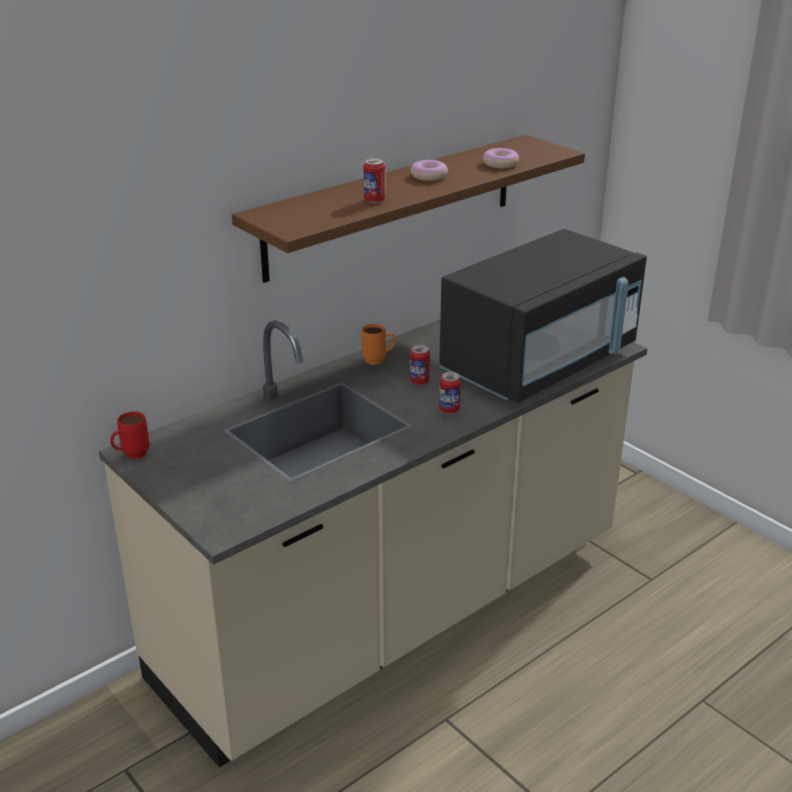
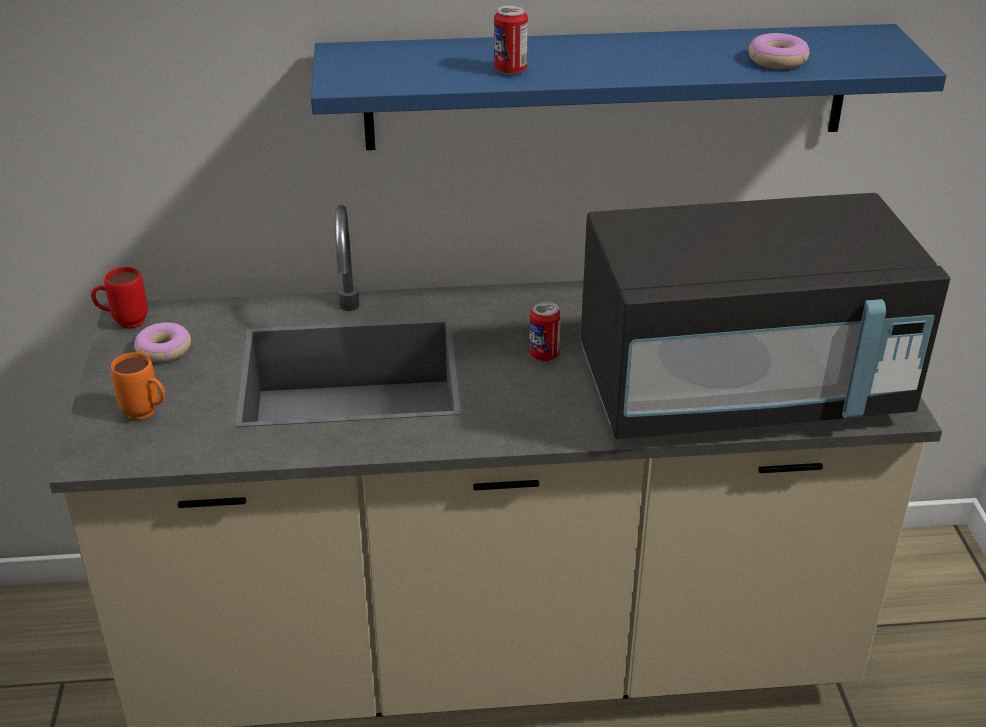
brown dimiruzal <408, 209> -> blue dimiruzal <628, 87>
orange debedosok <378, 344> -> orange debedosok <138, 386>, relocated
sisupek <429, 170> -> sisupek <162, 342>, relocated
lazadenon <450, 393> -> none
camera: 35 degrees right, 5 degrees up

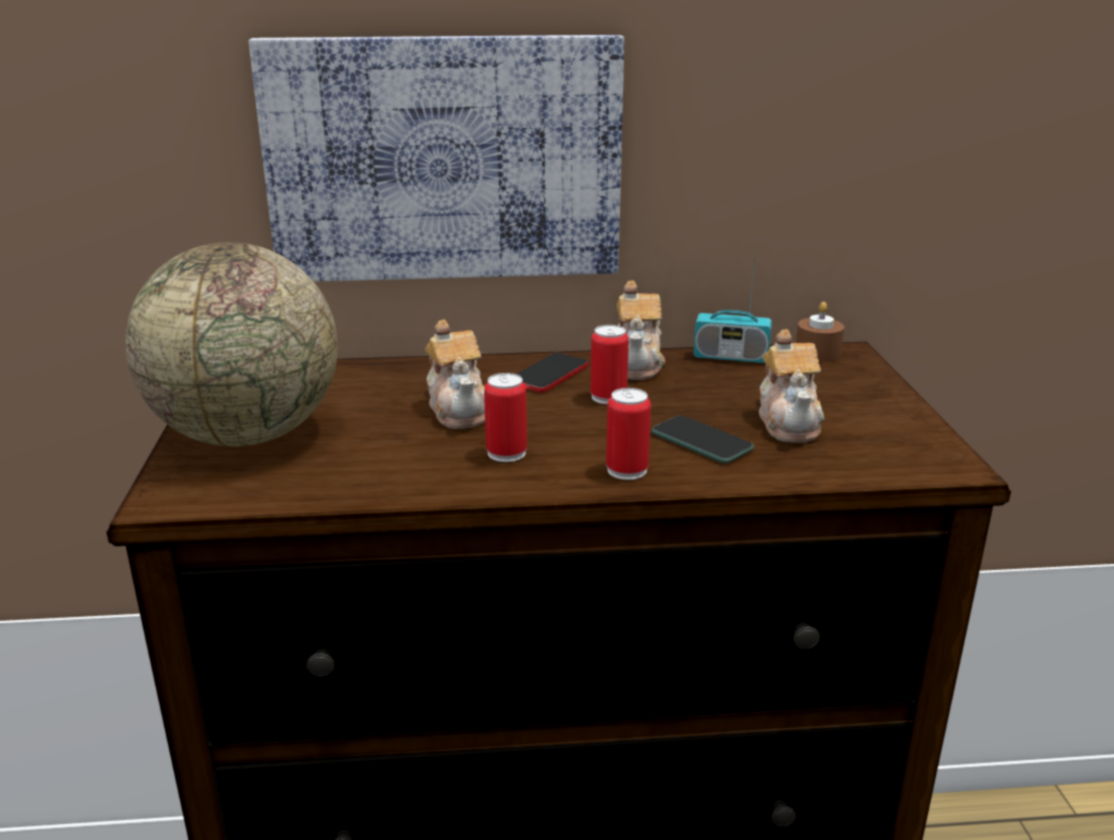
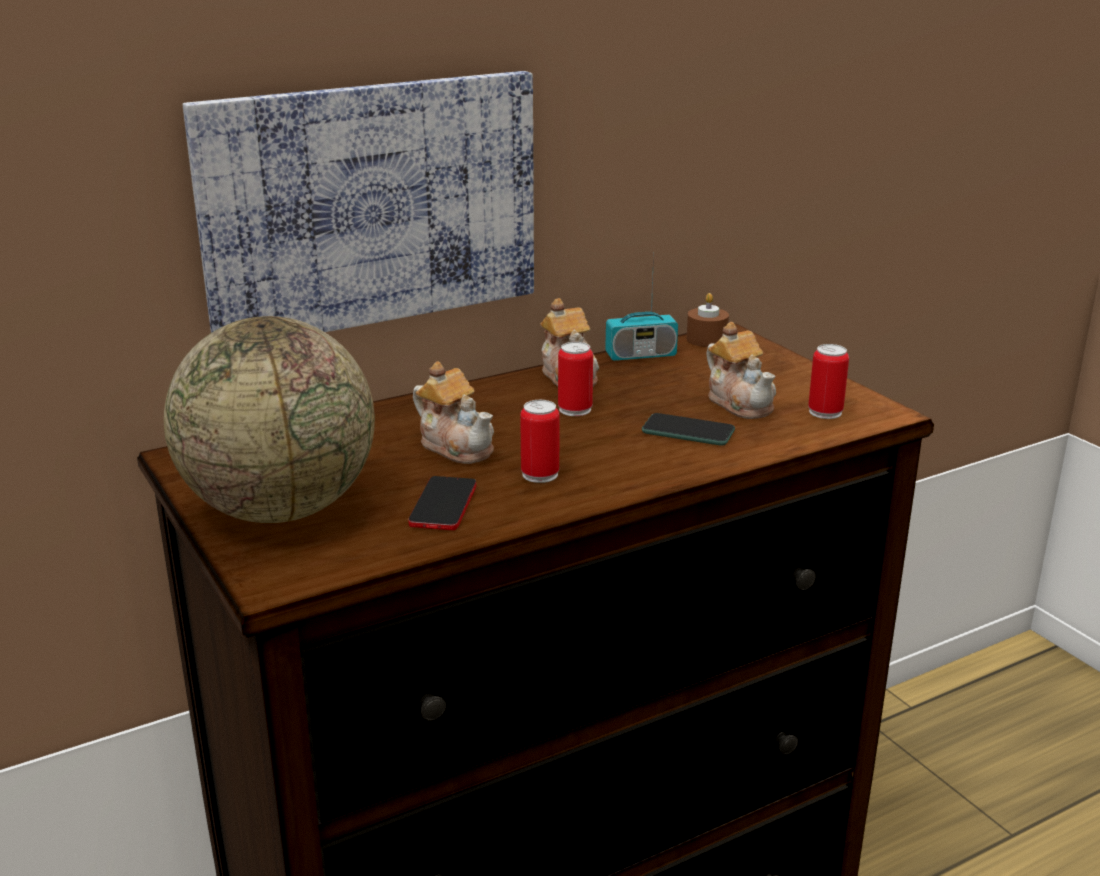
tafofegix <552, 373> -> tafofegix <442, 503>, relocated
lazadenon <628, 434> -> lazadenon <828, 381>, relocated
camera: 25 degrees left, 0 degrees up

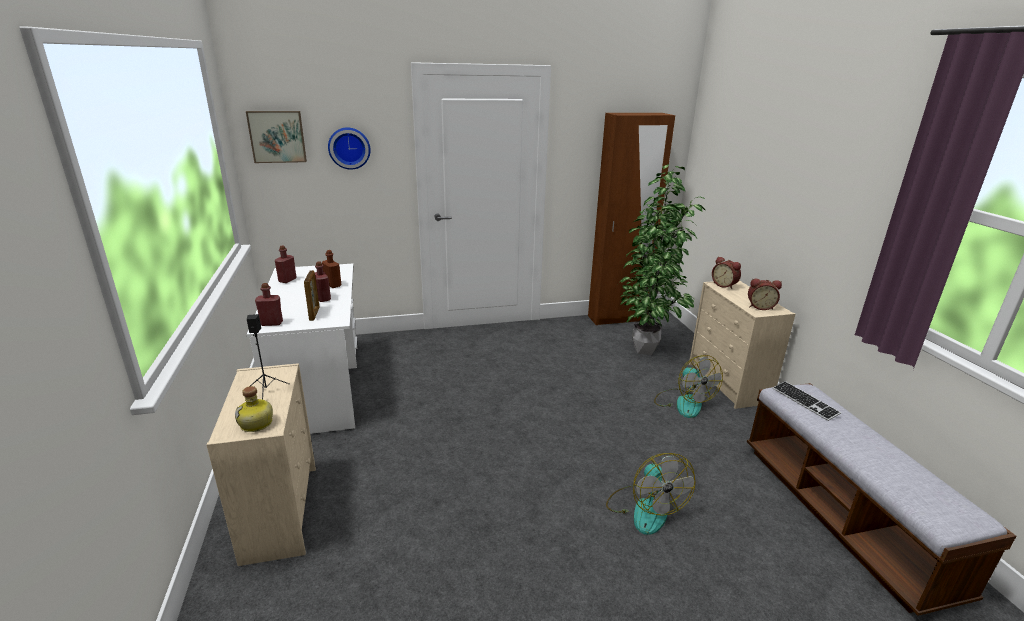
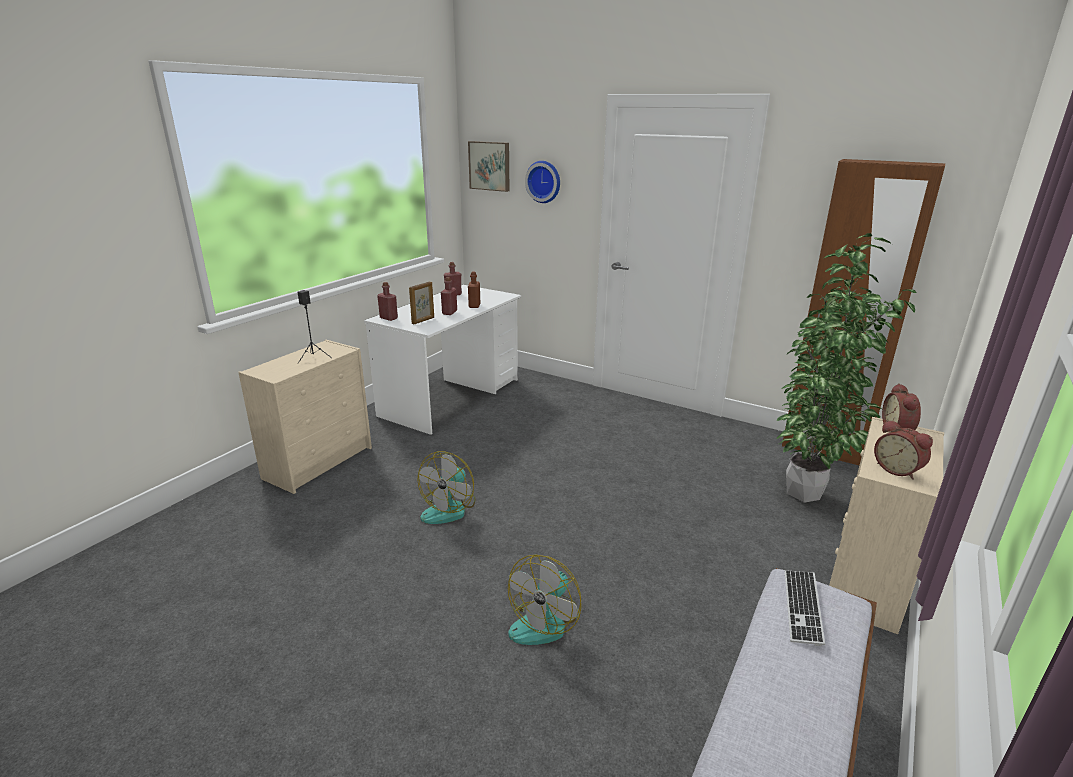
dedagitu <254, 409> -> none
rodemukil <688, 386> -> rodemukil <446, 487>, relocated
camera: 45 degrees right, 0 degrees up

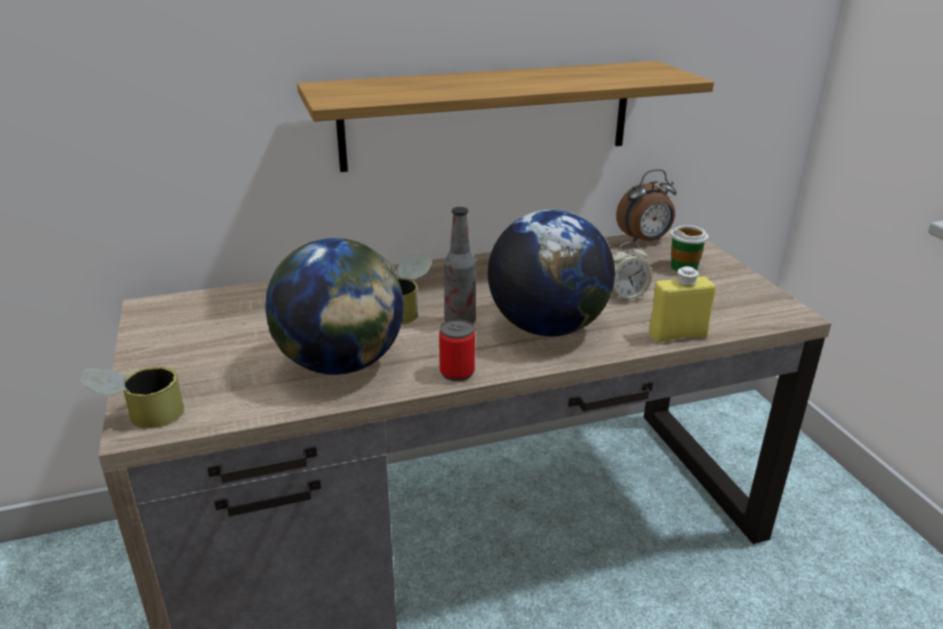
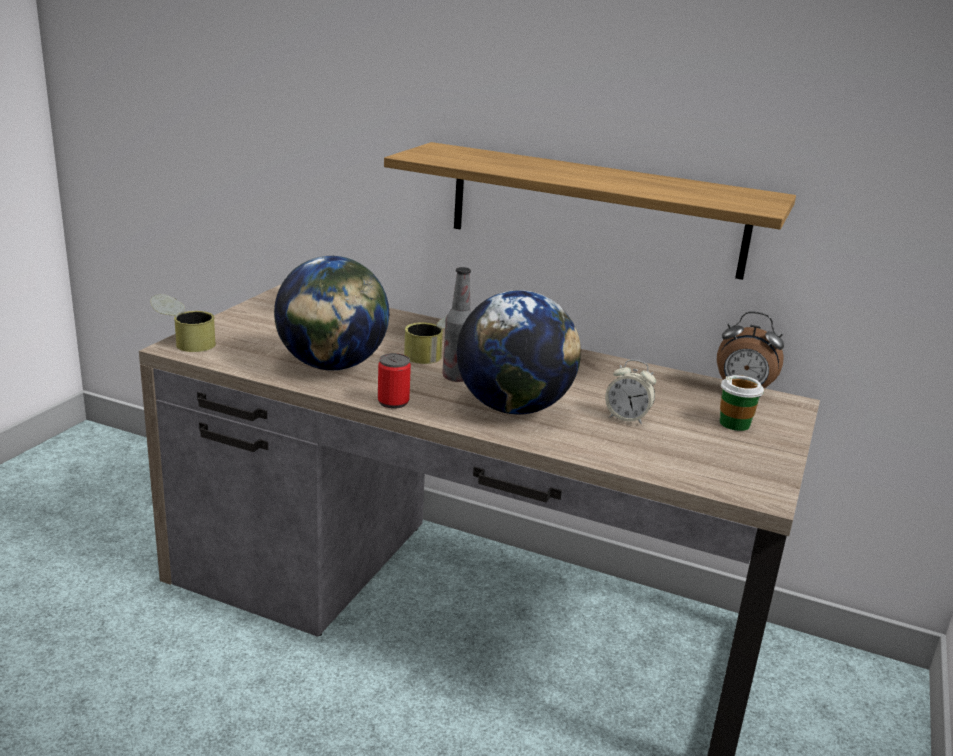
yellow dedagitu <682, 304> -> none
camera: 40 degrees right, 5 degrees down

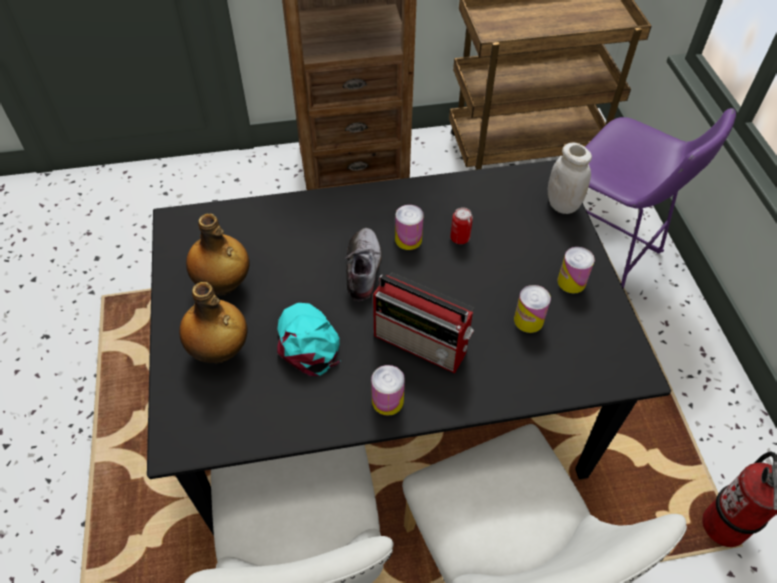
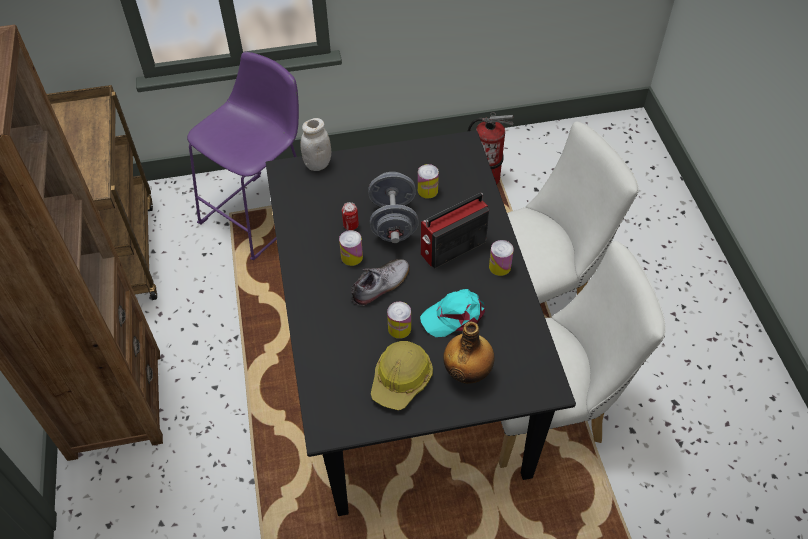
dedagitu <218, 255> -> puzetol <402, 376>
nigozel <363, 264> -> nigozel <380, 282>, 135 degrees clockwise
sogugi <423, 323> -> sogugi <455, 230>, 150 degrees counterclockwise
lazadenon <576, 270> -> lazadenon <399, 320>, relocated
none -> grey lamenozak <393, 207>
camera: 90 degrees left, 0 degrees up

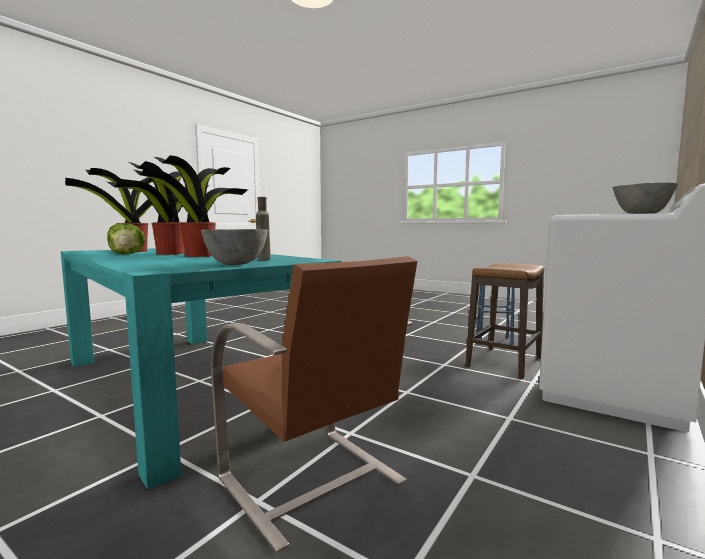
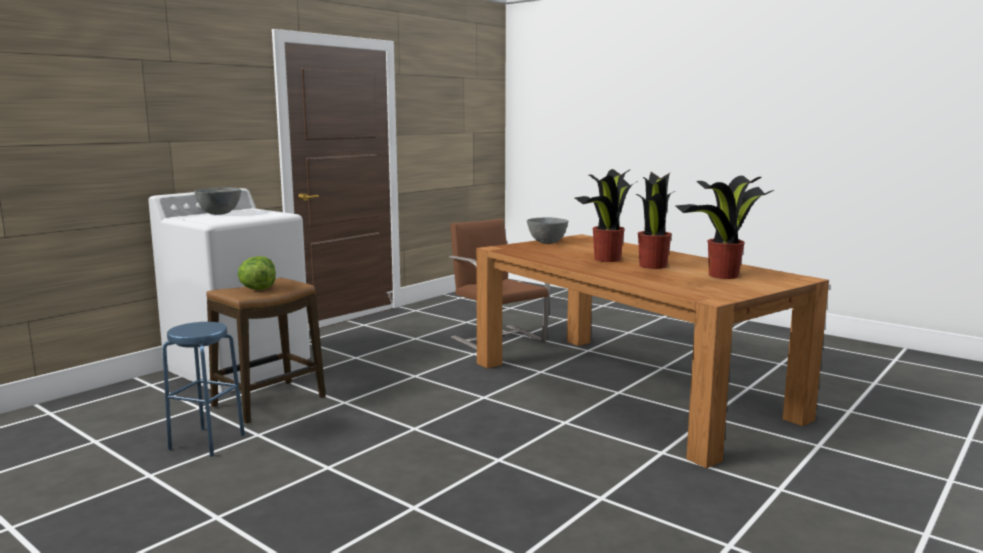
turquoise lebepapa <201, 368> -> brown lebepapa <652, 351>
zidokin <126, 238> -> zidokin <257, 273>, relocated
brown dedagitu <263, 229> -> none
camera: 175 degrees left, 5 degrees up

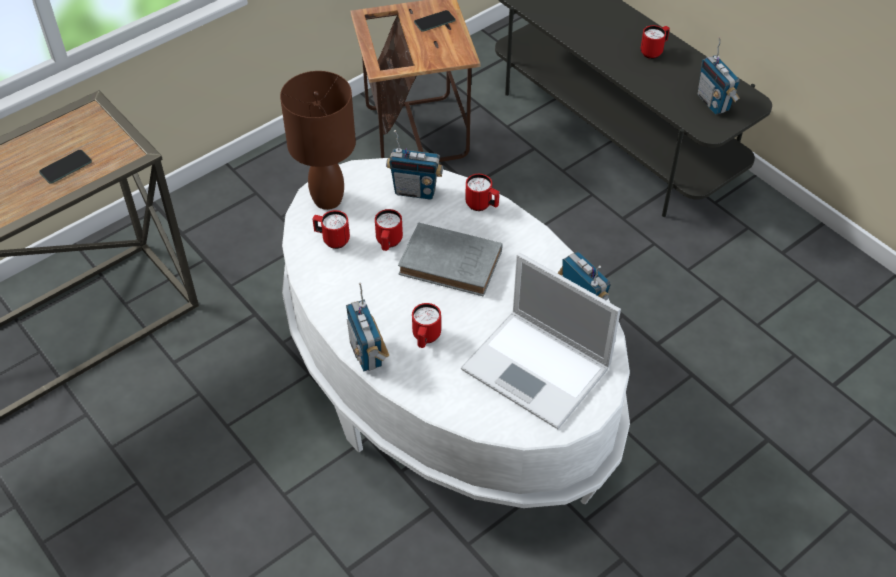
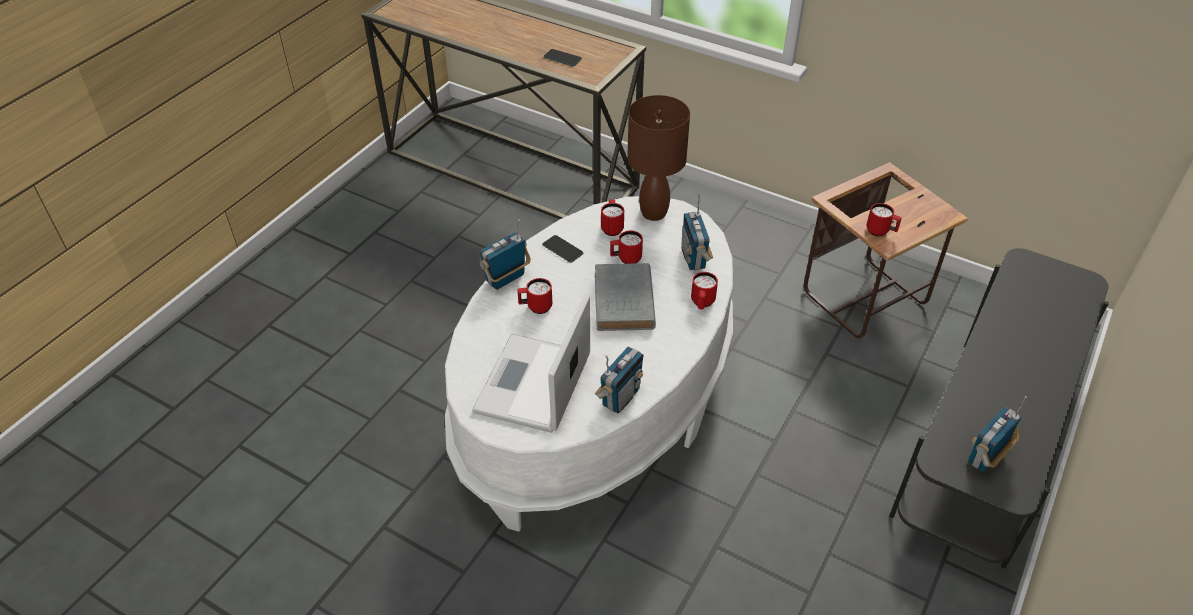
tafofegix <435, 21> -> tafofegix <563, 249>, relocated
red debedosok <655, 42> -> red debedosok <884, 219>, relocated
camera: 70 degrees right, 5 degrees down

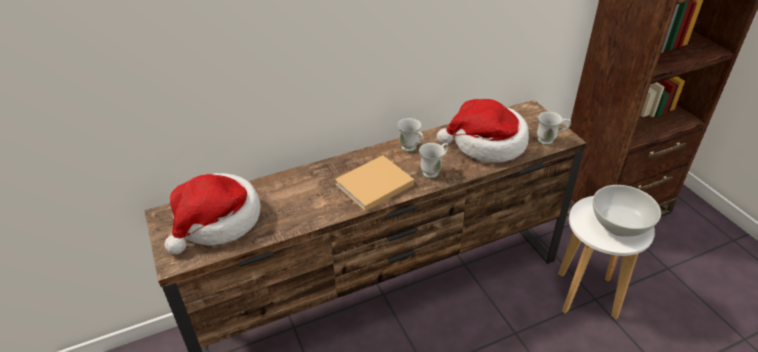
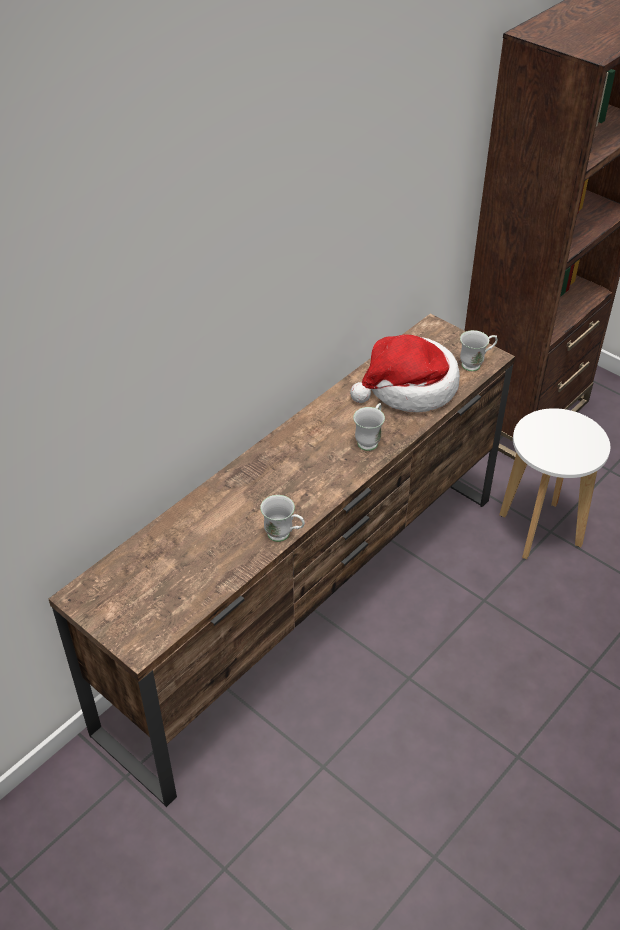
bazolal <212, 214> -> none
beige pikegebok <374, 183> -> none
white debedosok <410, 135> -> white debedosok <282, 518>, relocated
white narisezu <627, 211> -> none
camera: 25 degrees left, 5 degrees up

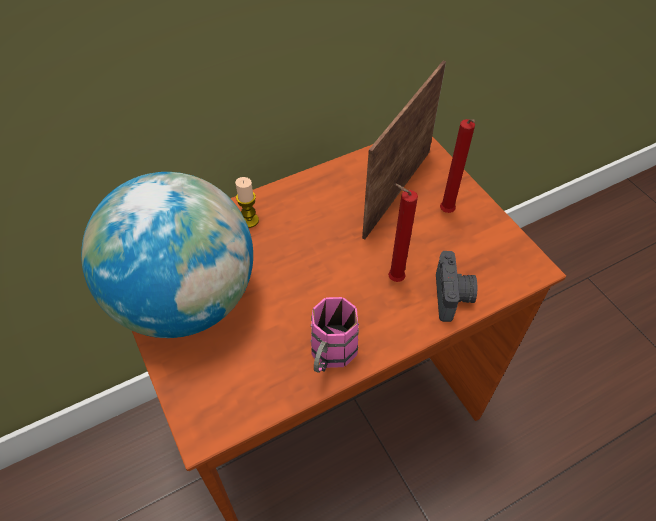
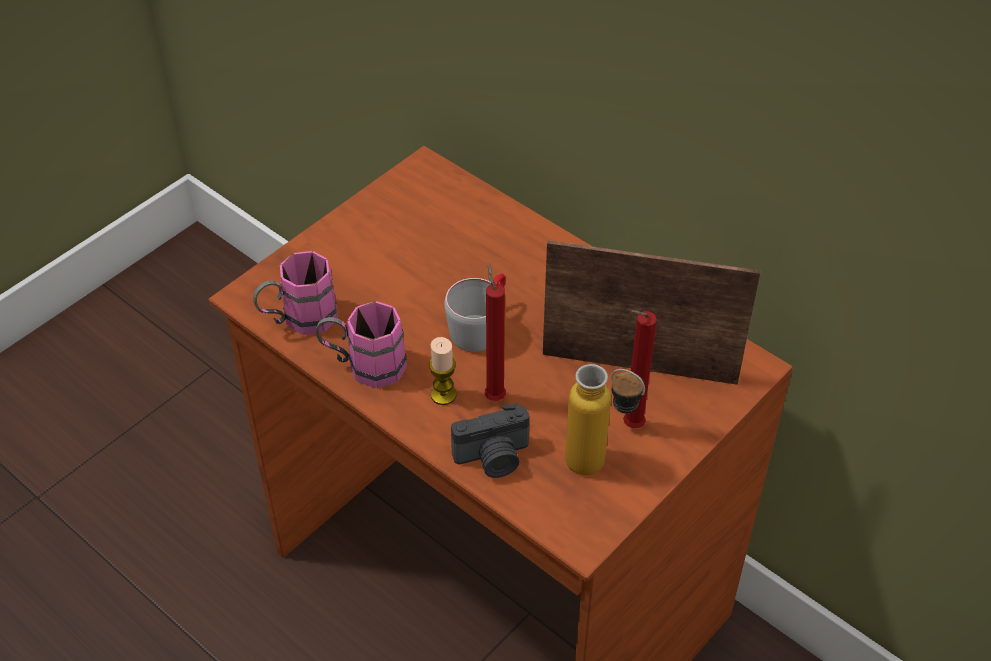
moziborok <167, 255> -> none
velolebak <247, 202> -> velolebak <442, 371>, relocated
none -> pink debedosok <295, 293>
none -> grey debedosok <475, 312>
none -> dedagitu <605, 419>
camera: 70 degrees right, 5 degrees down

